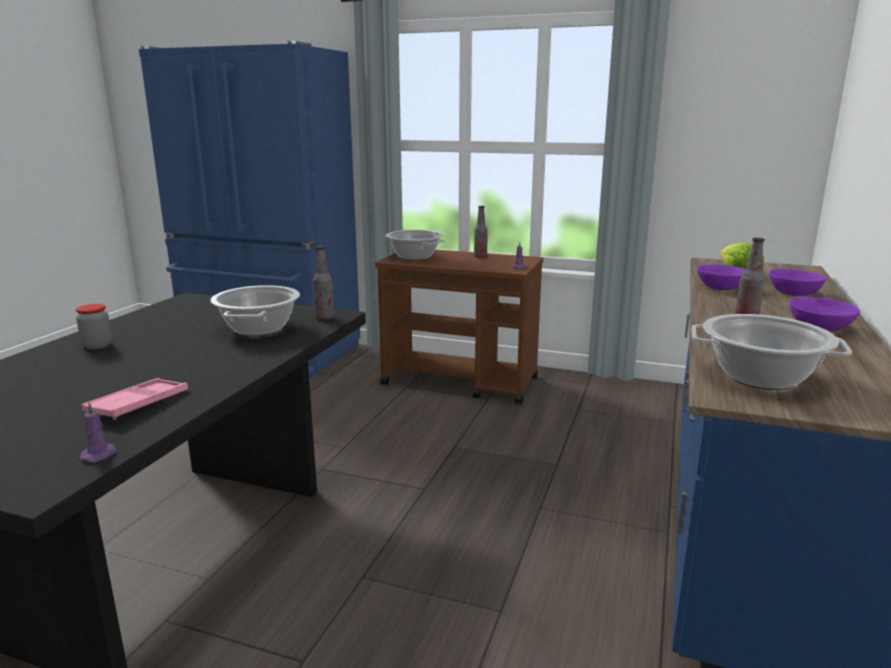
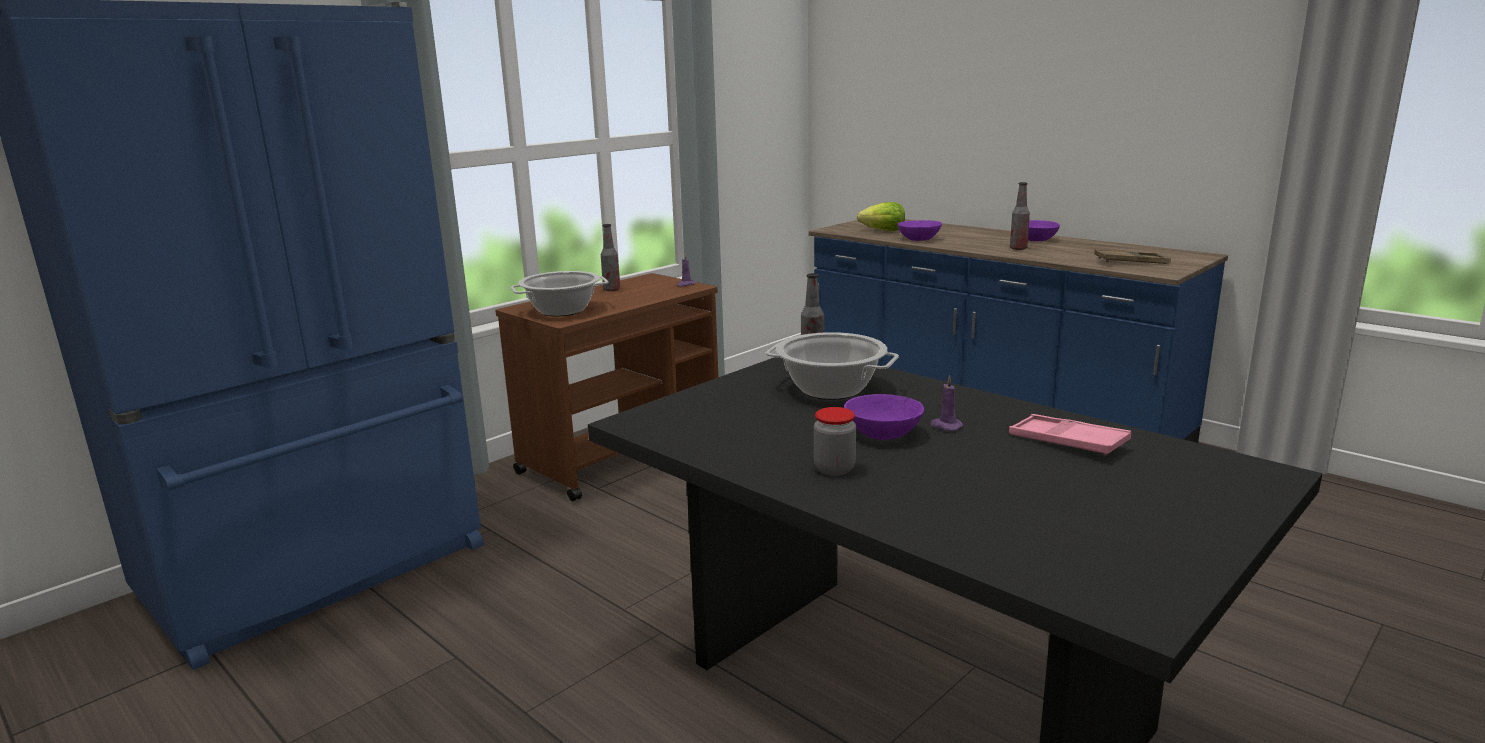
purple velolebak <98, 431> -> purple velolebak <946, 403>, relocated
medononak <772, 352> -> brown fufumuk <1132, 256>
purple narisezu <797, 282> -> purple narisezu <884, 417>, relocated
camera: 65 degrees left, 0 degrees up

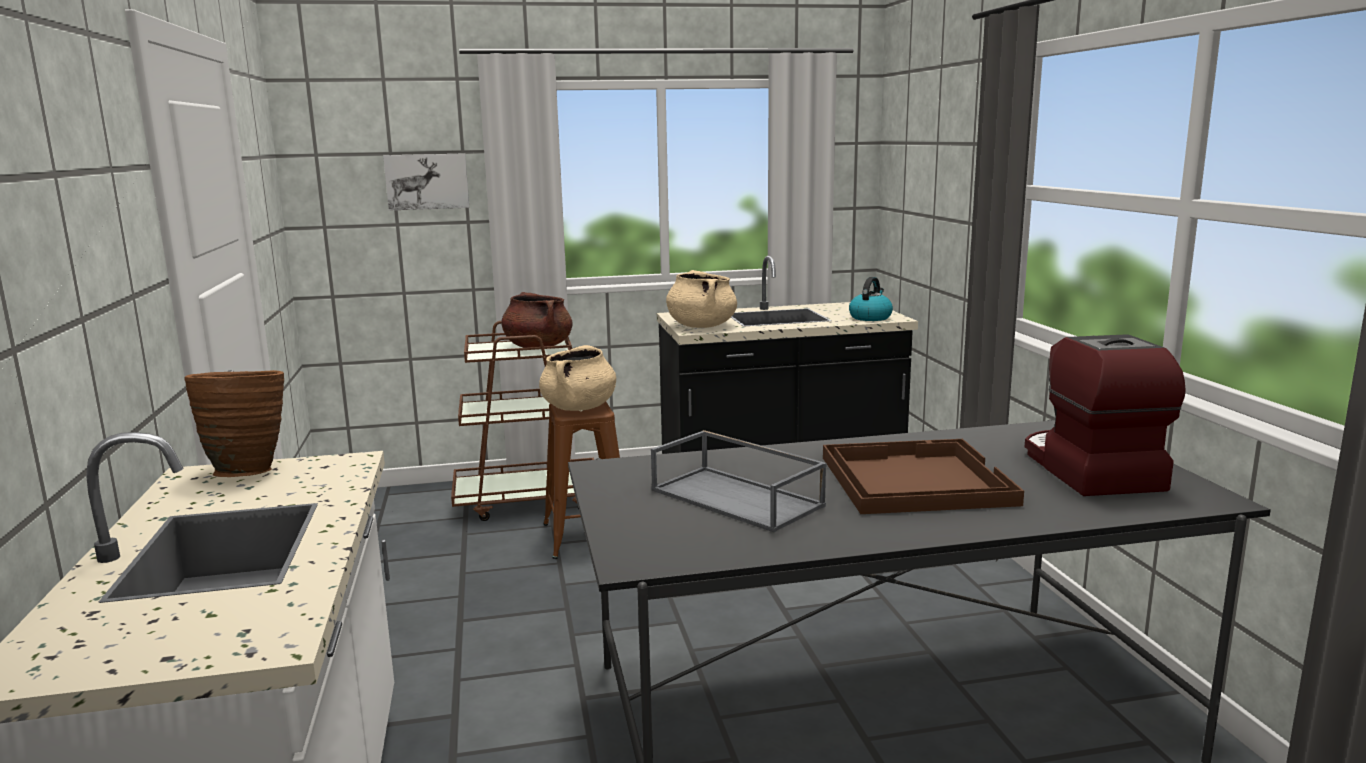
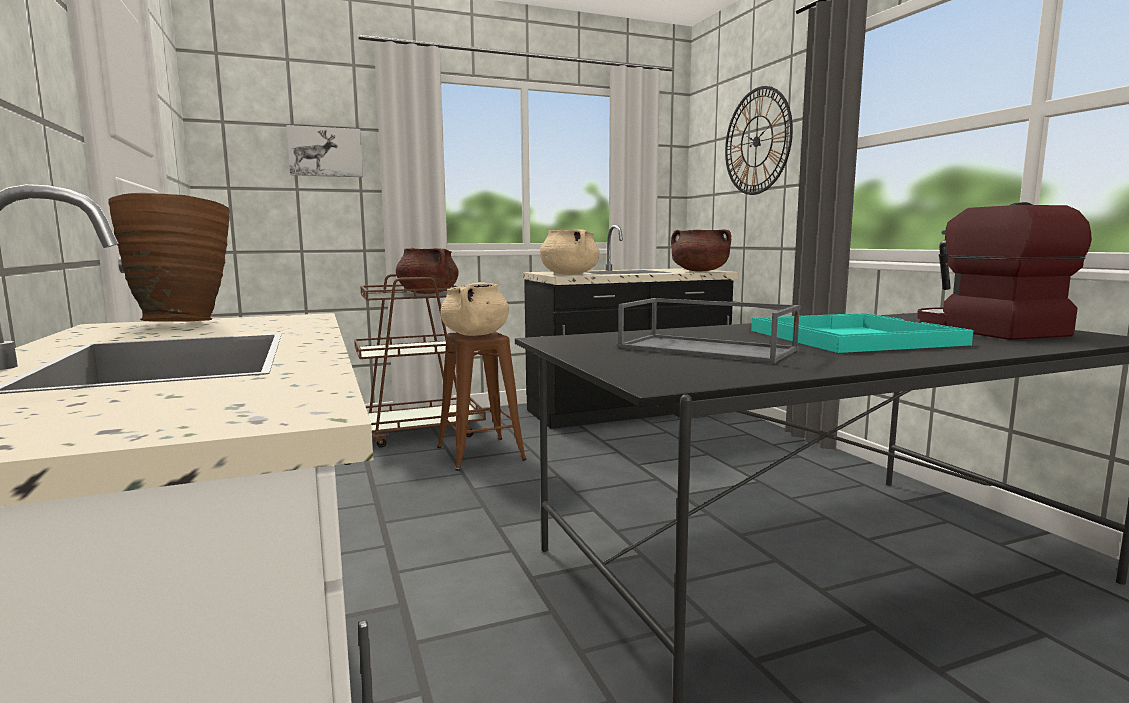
brown fufumuk <923, 476> -> turquoise fufumuk <862, 333>
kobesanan <871, 299> -> brown medononak <701, 250>
none -> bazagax <759, 140>
camera: 10 degrees left, 5 degrees down

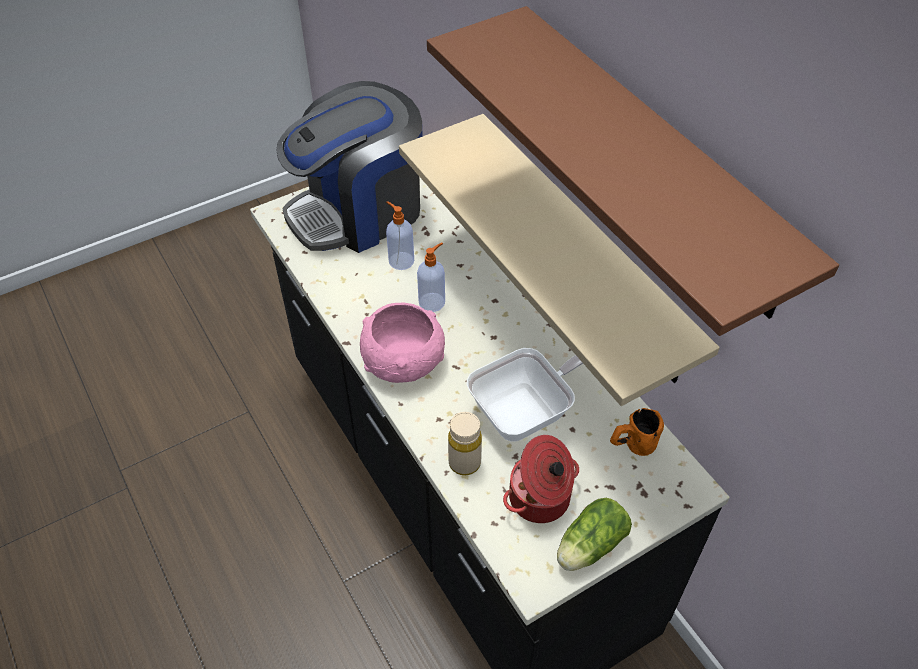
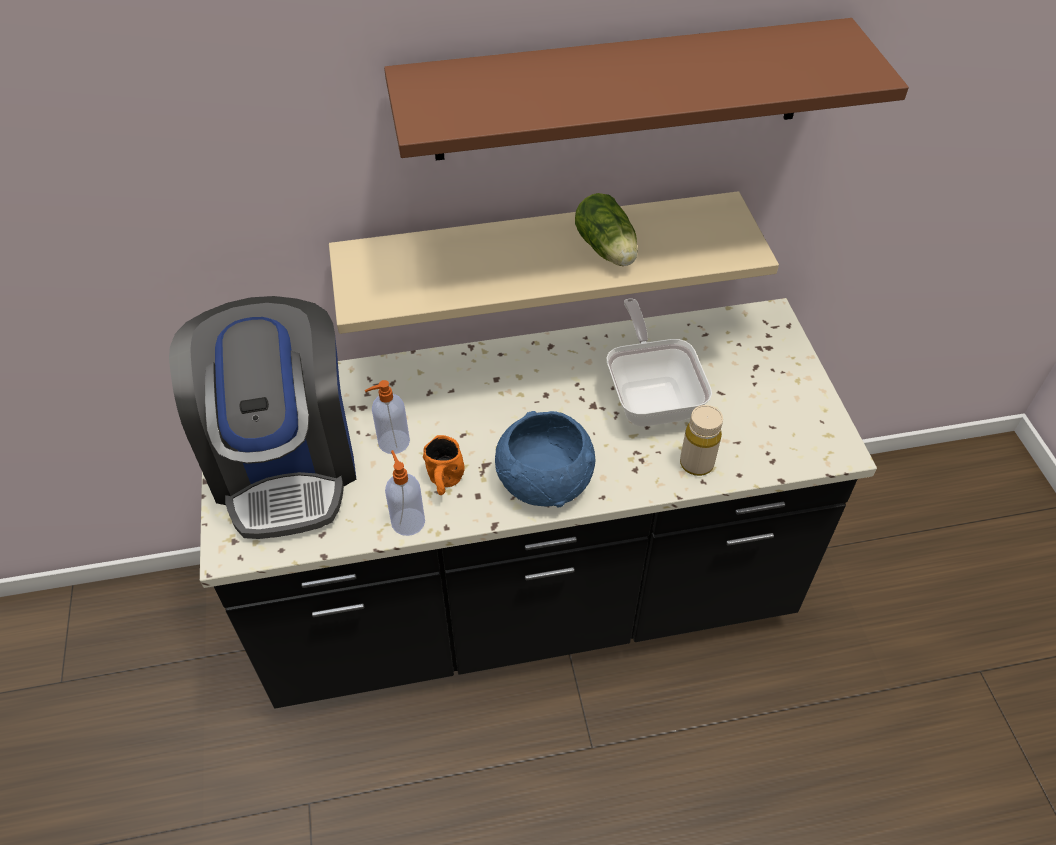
pink narisezu <402, 342> -> blue narisezu <545, 459>
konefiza <431, 277> -> konefiza <405, 493>, relocated
medononak <541, 479> -> none
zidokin <594, 534> -> zidokin <606, 229>, relocated
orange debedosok <637, 432> -> orange debedosok <443, 465>, relocated
camera: 70 degrees left, 0 degrees up

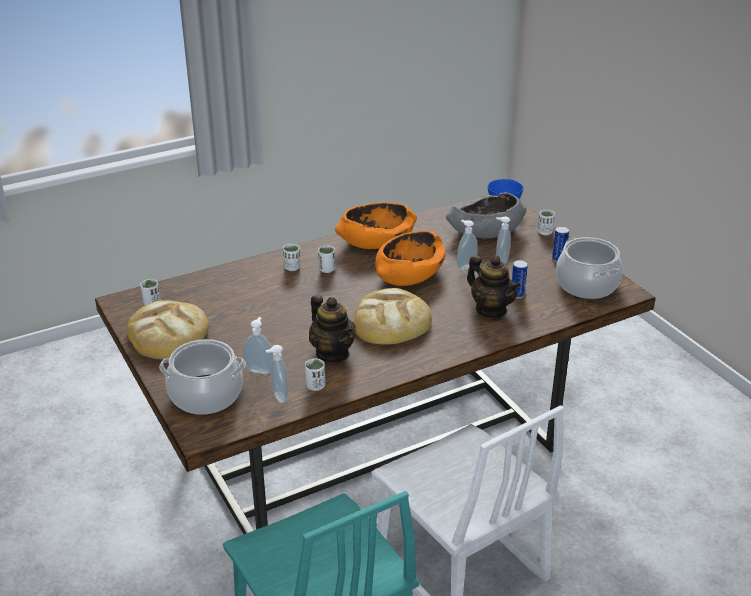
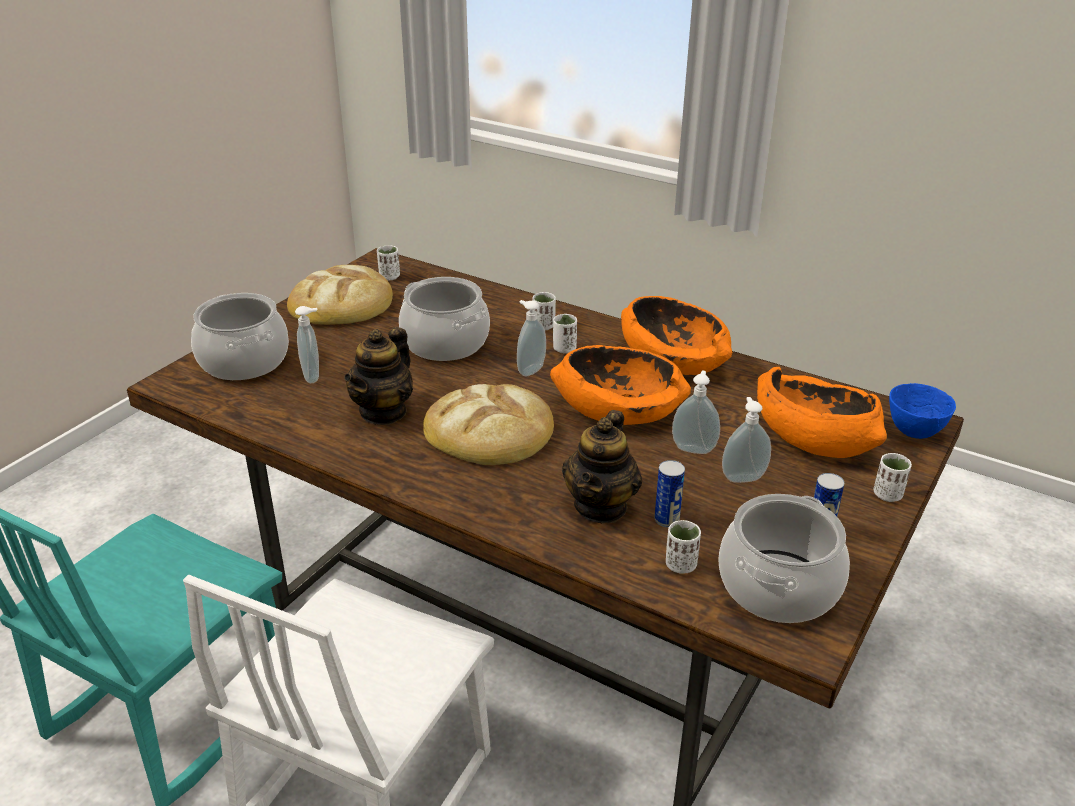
konefiza <276, 374> -> konefiza <531, 338>, relocated
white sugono <315, 374> -> white sugono <683, 547>, relocated
grey narisezu <486, 215> -> orange narisezu <822, 412>
none -> medononak <444, 319>
camera: 60 degrees right, 0 degrees up

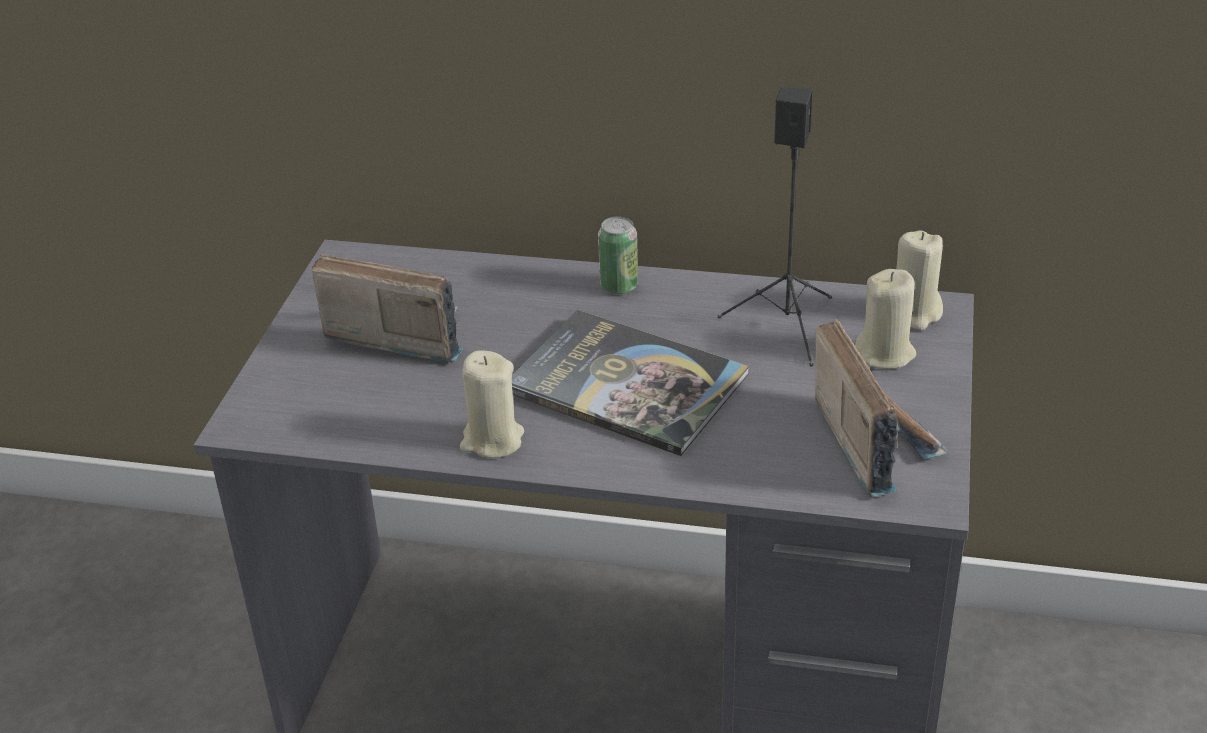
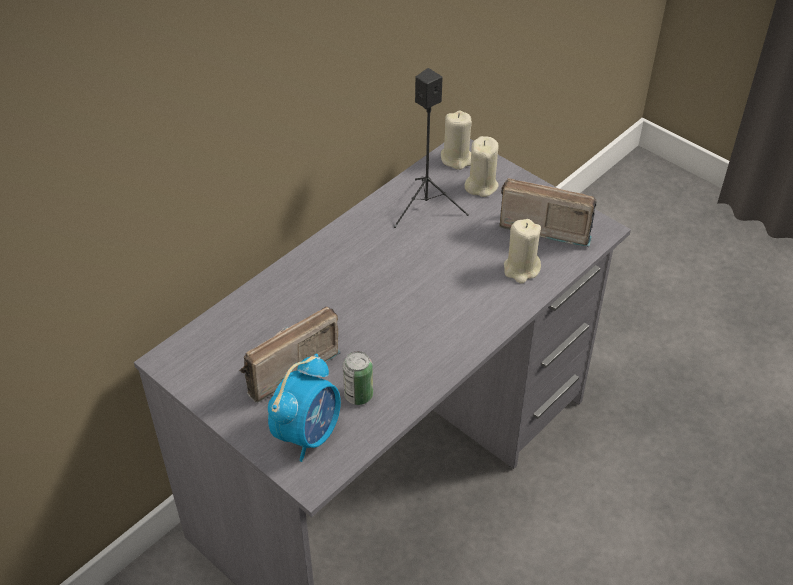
beige velolebak <492, 404> -> beige velolebak <522, 251>, relocated
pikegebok <630, 383> -> none
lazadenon <618, 255> -> lazadenon <358, 378>, relocated
none -> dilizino <304, 408>
camera: 60 degrees left, 10 degrees up

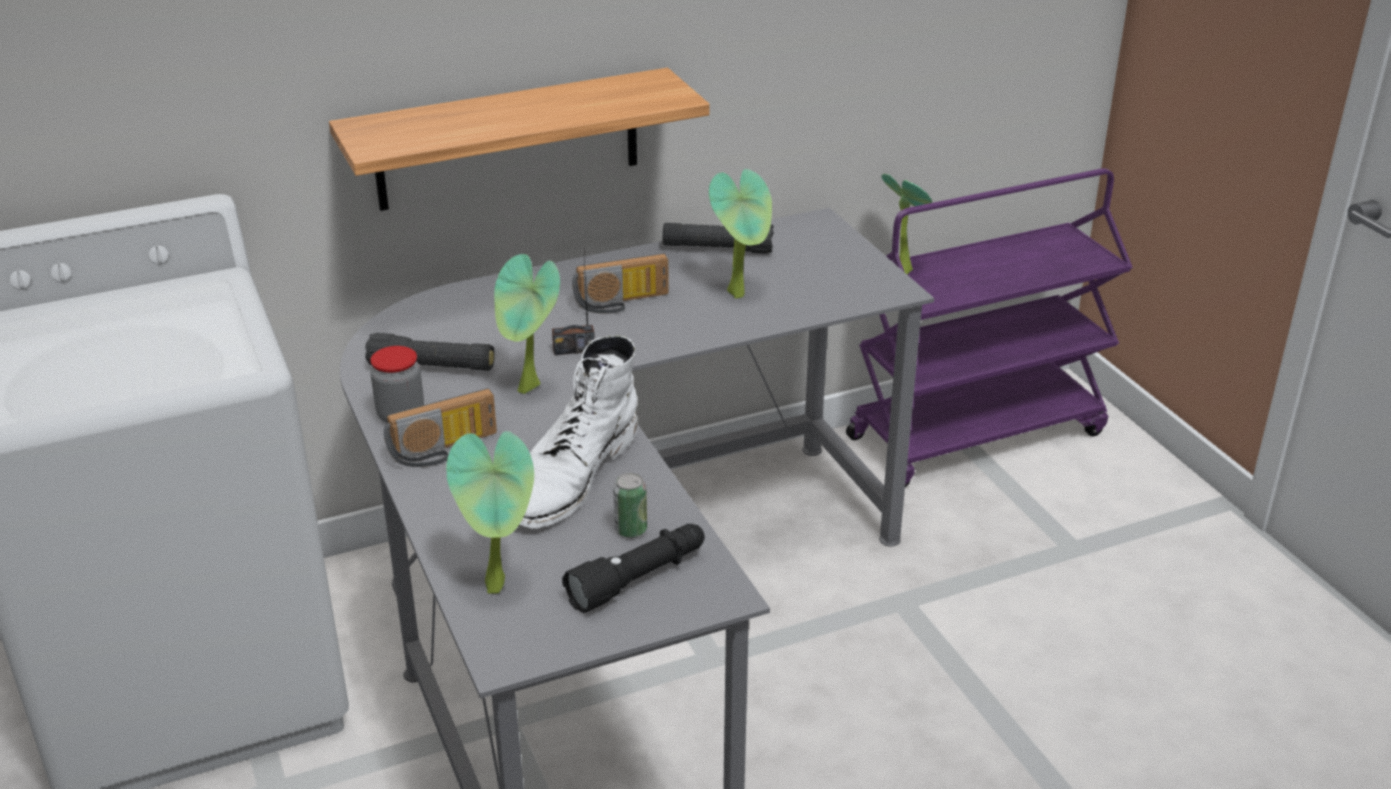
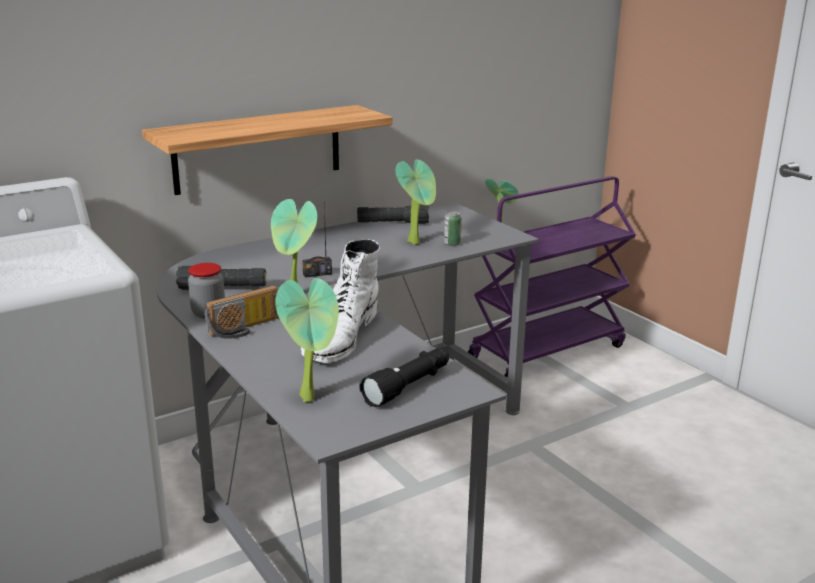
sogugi <620, 283> -> none
lazadenon <630, 505> -> lazadenon <453, 228>, relocated
camera: 10 degrees left, 10 degrees down

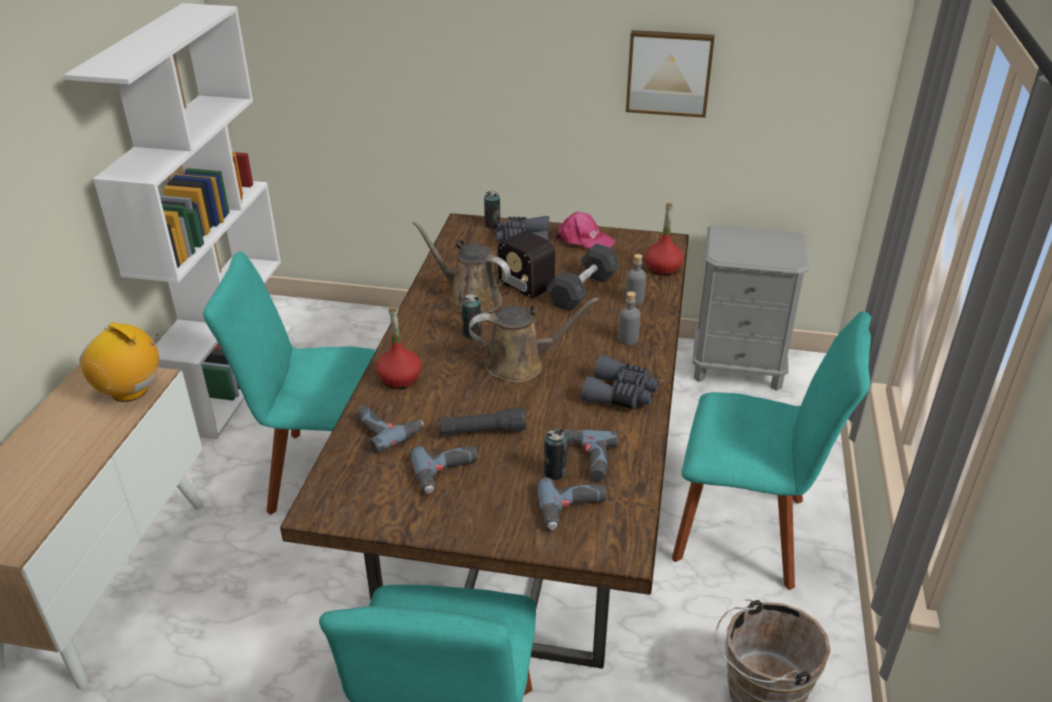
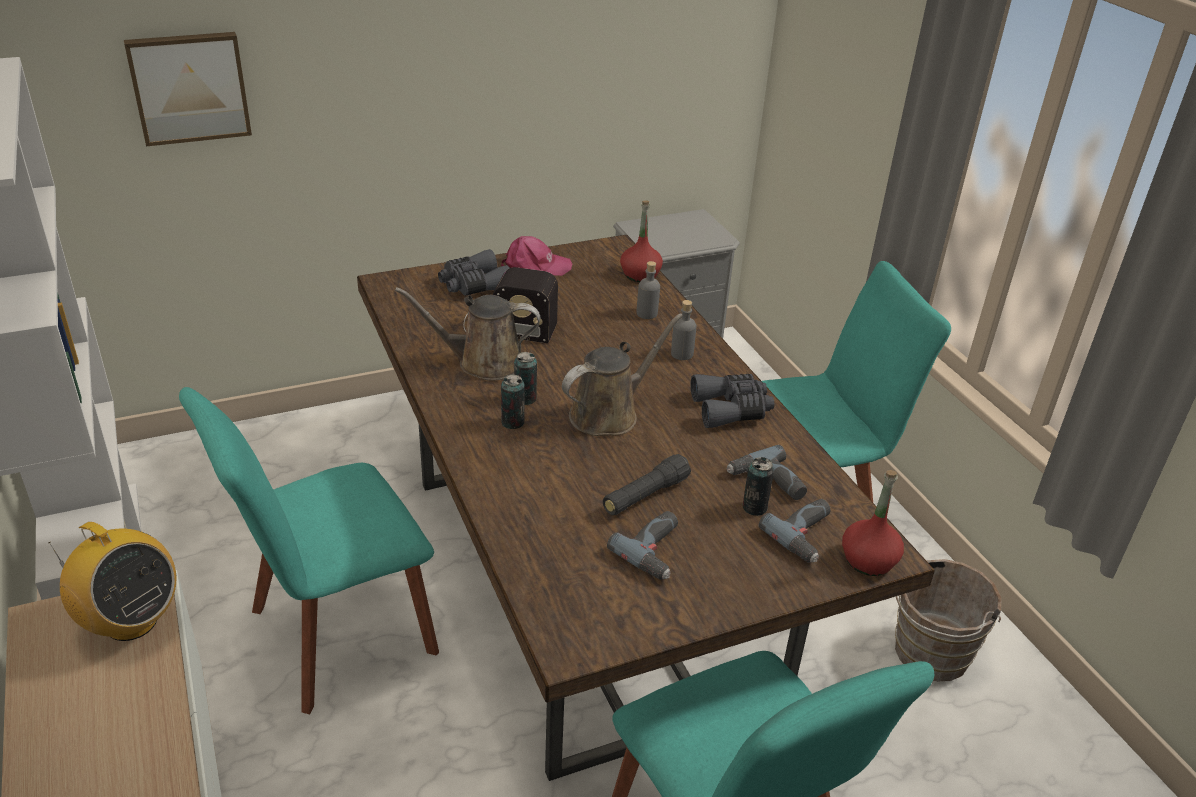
sogugi <119, 362> -> sogugi <112, 581>, 135 degrees counterclockwise
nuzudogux <390, 429> -> none
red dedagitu <398, 347> -> red dedagitu <873, 523>, relocated
lazadenon <492, 210> -> lazadenon <513, 402>, relocated
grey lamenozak <583, 277> -> none
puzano <670, 74> -> puzano <188, 89>, relocated
camera: 35 degrees left, 0 degrees up

